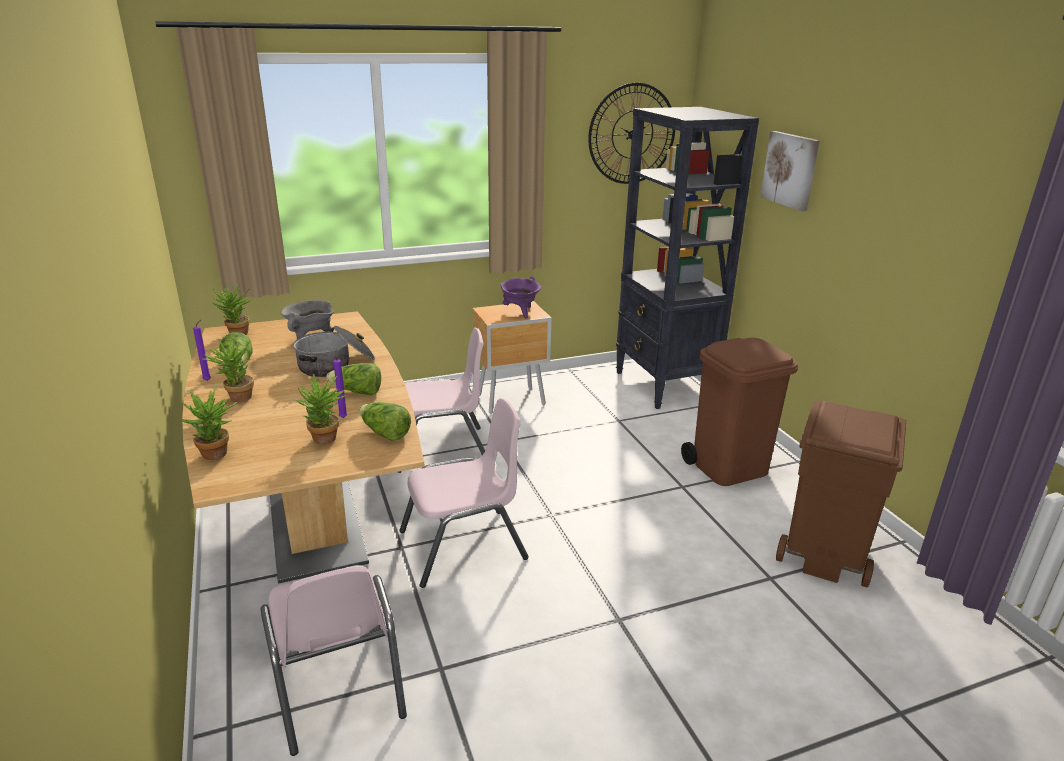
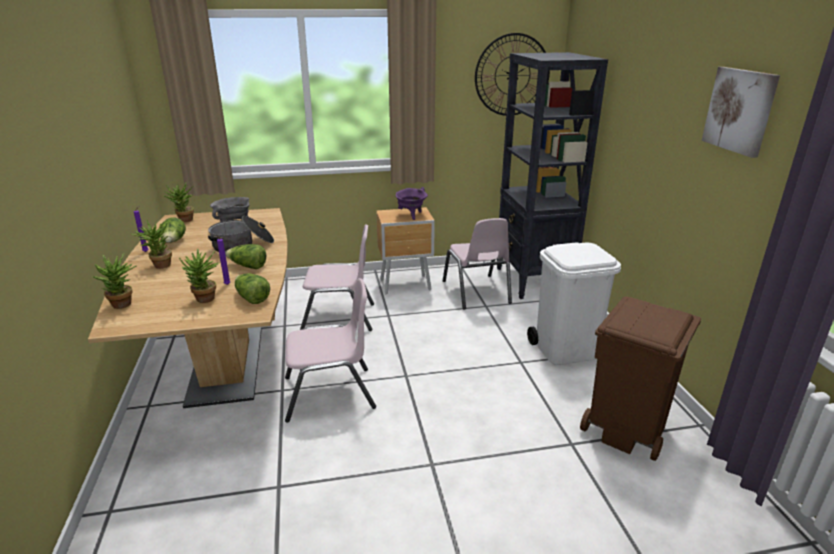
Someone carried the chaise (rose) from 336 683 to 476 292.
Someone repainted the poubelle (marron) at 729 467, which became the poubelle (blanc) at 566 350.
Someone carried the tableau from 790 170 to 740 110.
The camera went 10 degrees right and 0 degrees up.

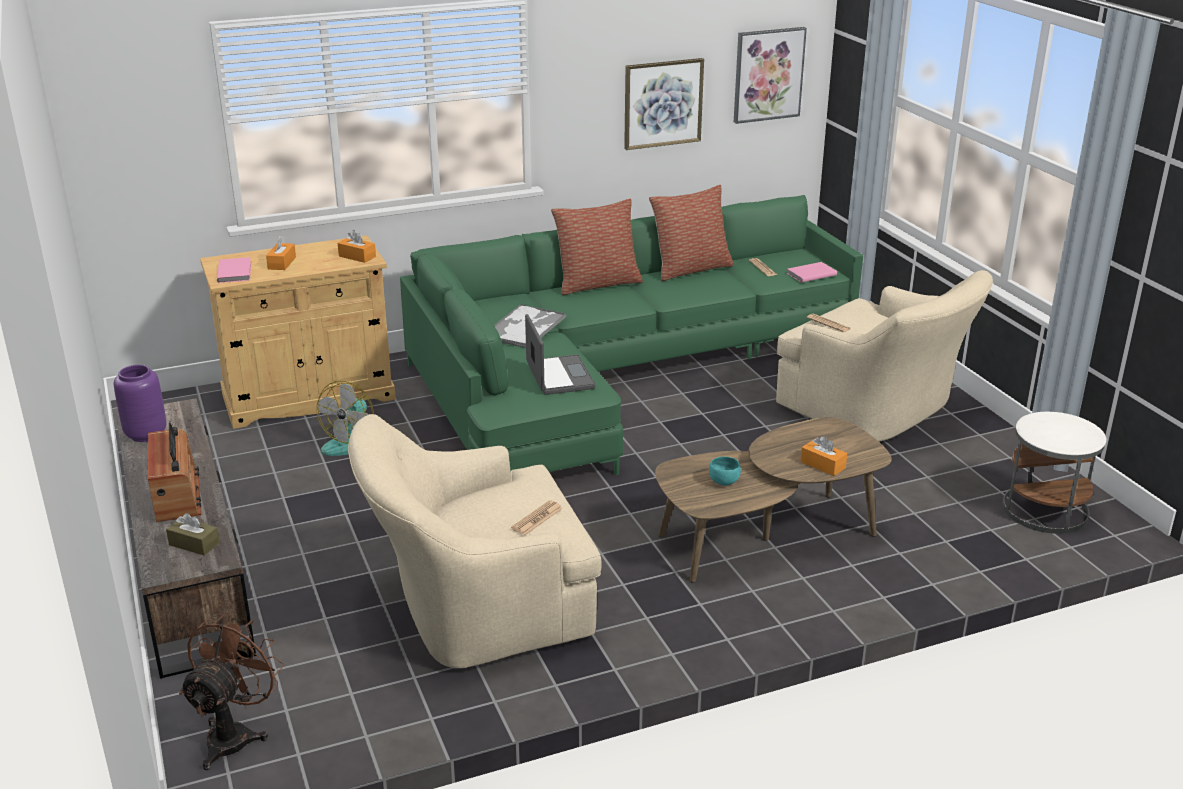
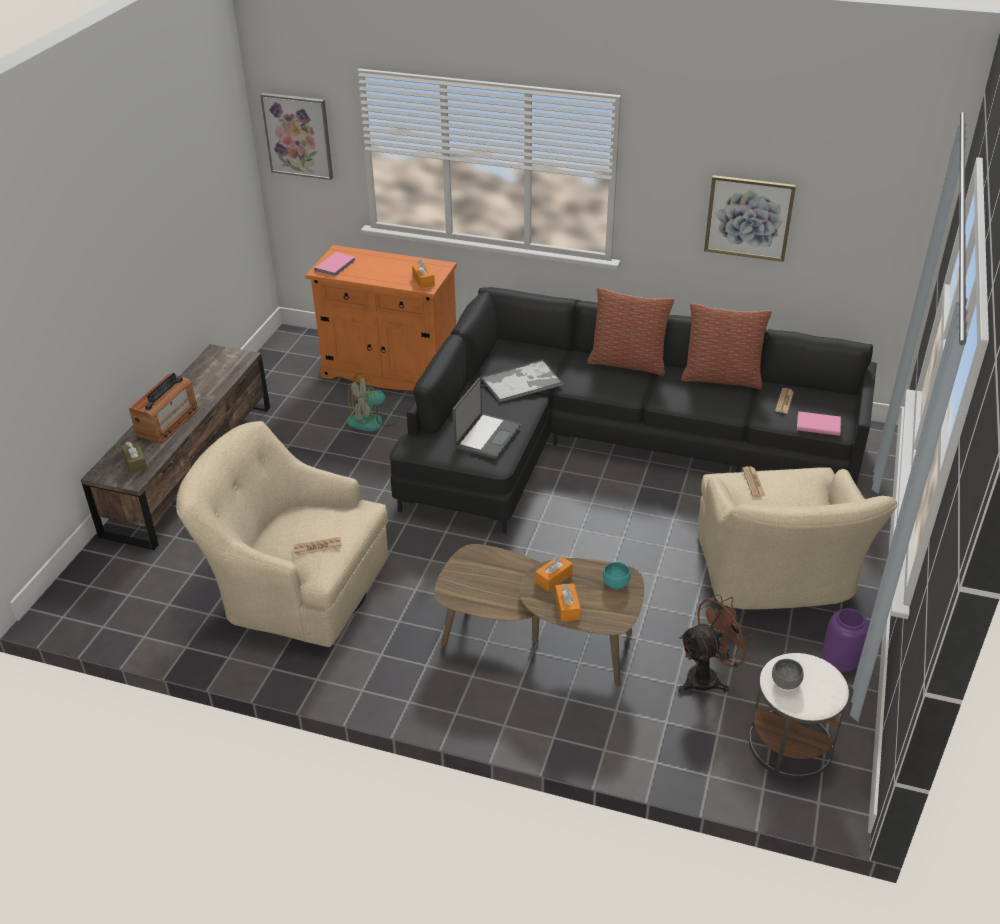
Someone carried the vase (violet) from 145 435 to 839 662.
Someone carried the ventilateur (marron) from 235 734 to 708 677.
Someone repainted the meuble de rangement (beige) at 308 397, which became the meuble de rangement (orange) at 390 371.
Someone carried the boîte à mouchoirs (orange) from 282 263 to 553 578.
Someone repainted the canapé (vert) at 610 375, which became the canapé (noir) at 607 444.
Someone carried the bol (turquoise) from 722 481 to 615 583.
Someone carried the tableau from 768 74 to 298 135.
Someone put down the bol (gris) at 785 684.
The camera went 40 degrees right and 10 degrees up.

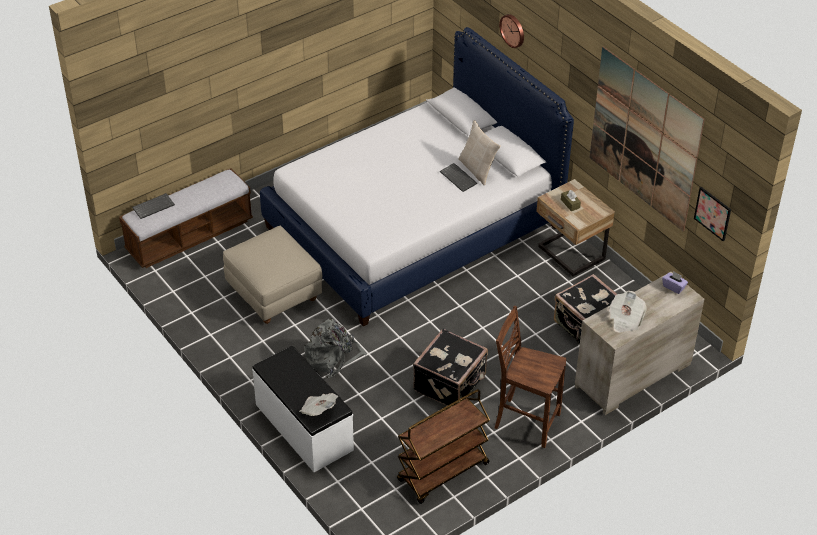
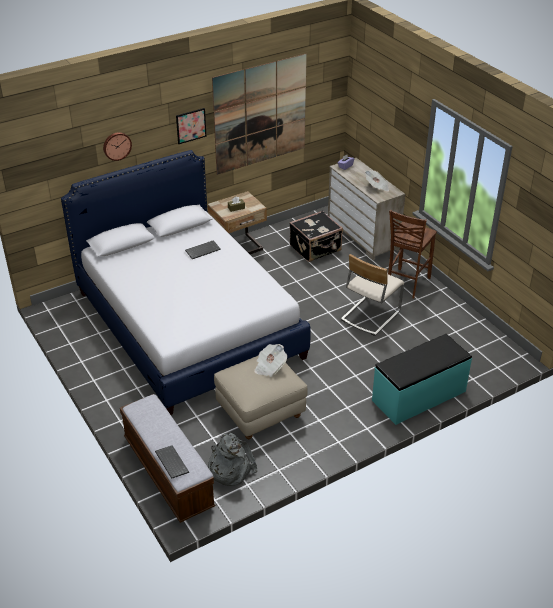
Someone repainted the banc (blanc) at 303 427, which became the banc (turquoise) at 419 396.
Someone carried the journal from 318 410 to 269 367.
Someone carried the sac à dos (gris) from 333 357 to 229 468.
Someone took away the chariot (marron) at 443 473.
Someone swapped the valise (noir) at 451 383 for the chaise (beige) at 370 315.
Someone took away the coussin (beige) at 477 170.
Someone carried the tableau from 712 213 to 191 125.
The camera went 85 degrees left and 5 degrees down.

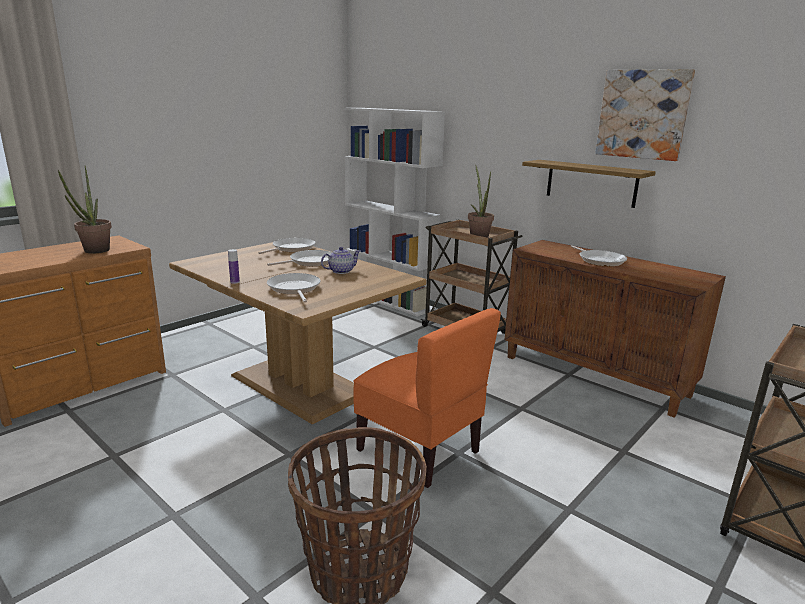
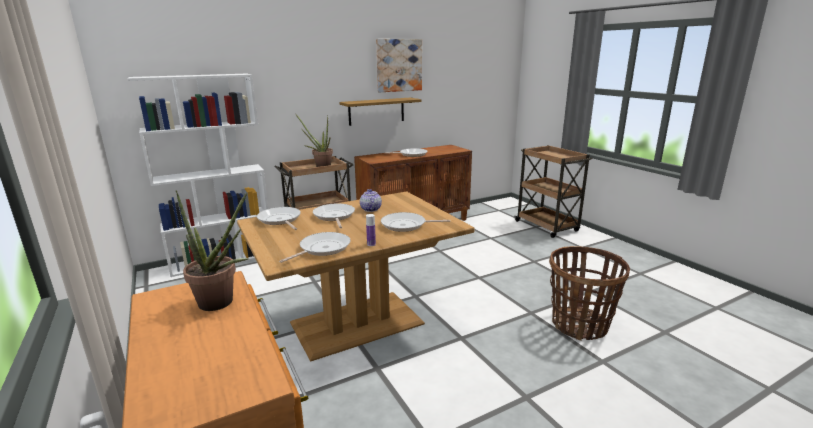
Someone took away the chaise (orange) at 420 450.
Someone put down the poêle at 322 249.
The camera went 70 degrees left and 0 degrees up.

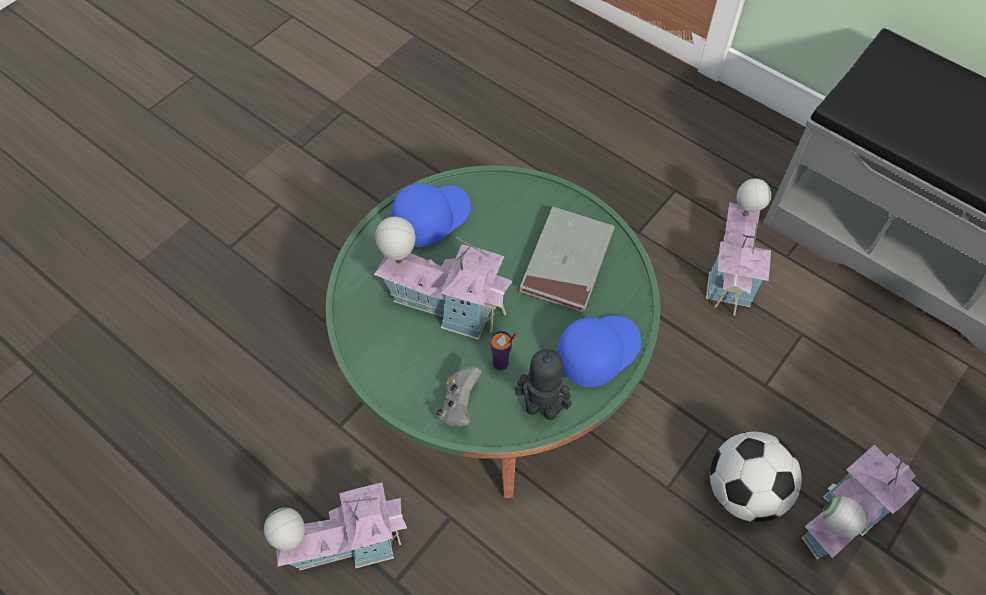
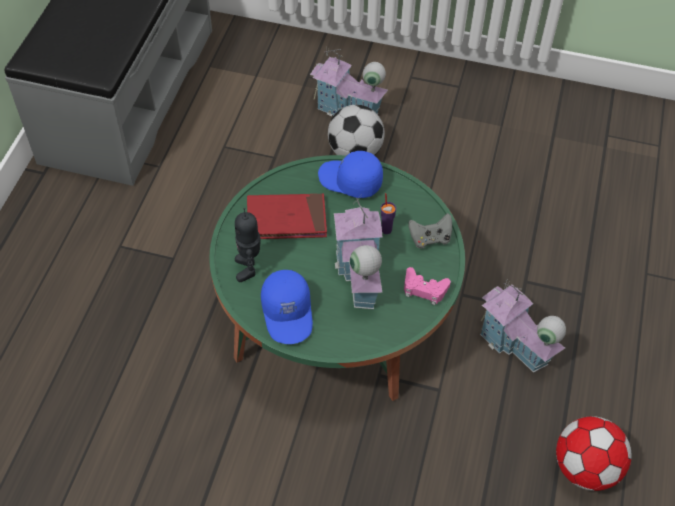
Someone rotated the casquette (bleu) at 431 217 by 120 degrees counterclockwise.
Someone carried the robot jouet from 541 409 to 249 268.
Someone repainted the livre (gris) at 567 262, which became the livre (rouge) at 286 219.
Someone took away the maison miniature at 731 273.
Someone put down the manette (rose) at 424 289.
Someone put down the ballon de foot at 585 468.
The camera went 115 degrees left and 5 degrees down.

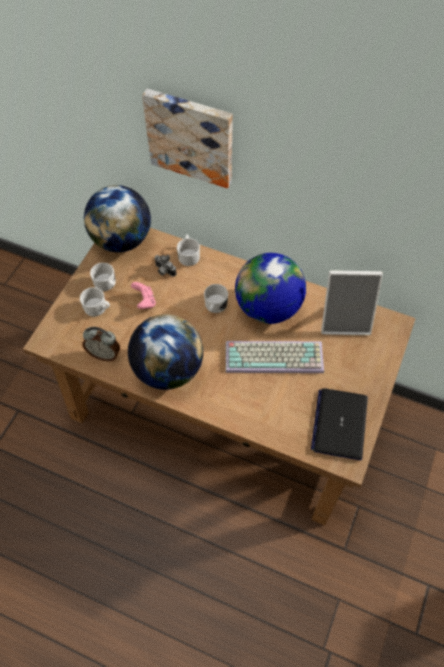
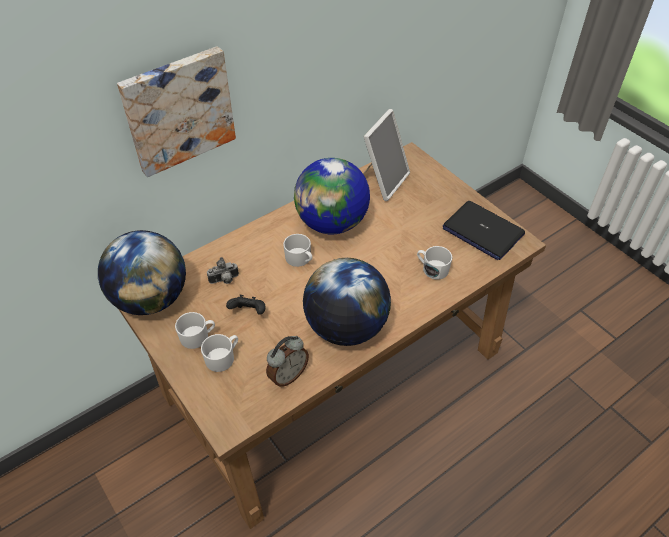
Someone repainted the manette (rose) at 145 301, which became the manette (noir) at 249 312.
Someone carried the mug (blanc) from 188 255 to 432 268.
Someone took away the clavier at 275 356.
The camera went 60 degrees left and 10 degrees down.

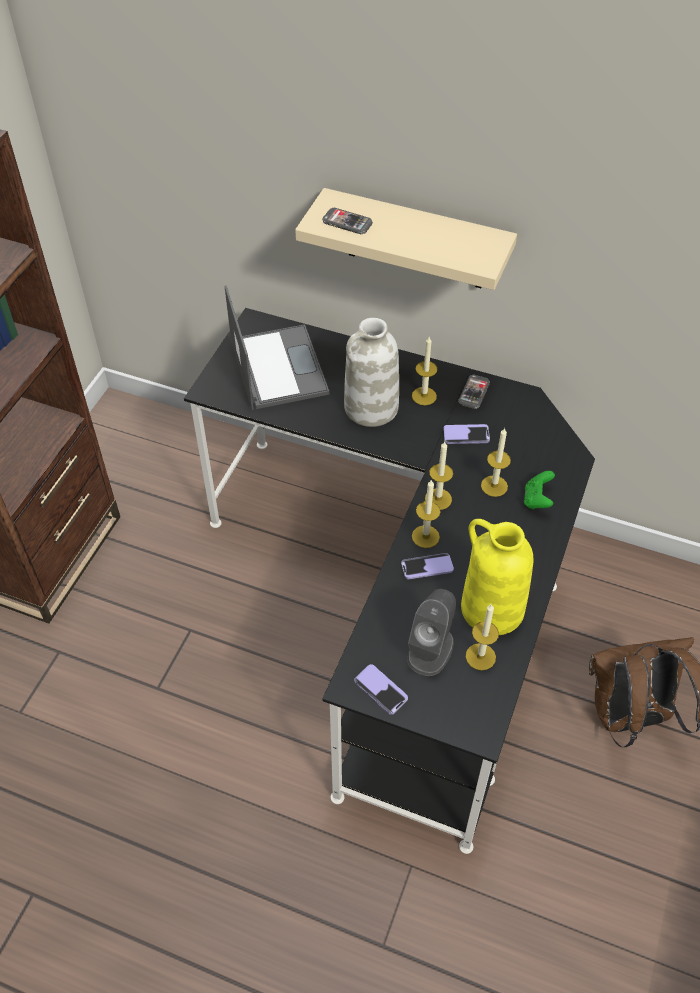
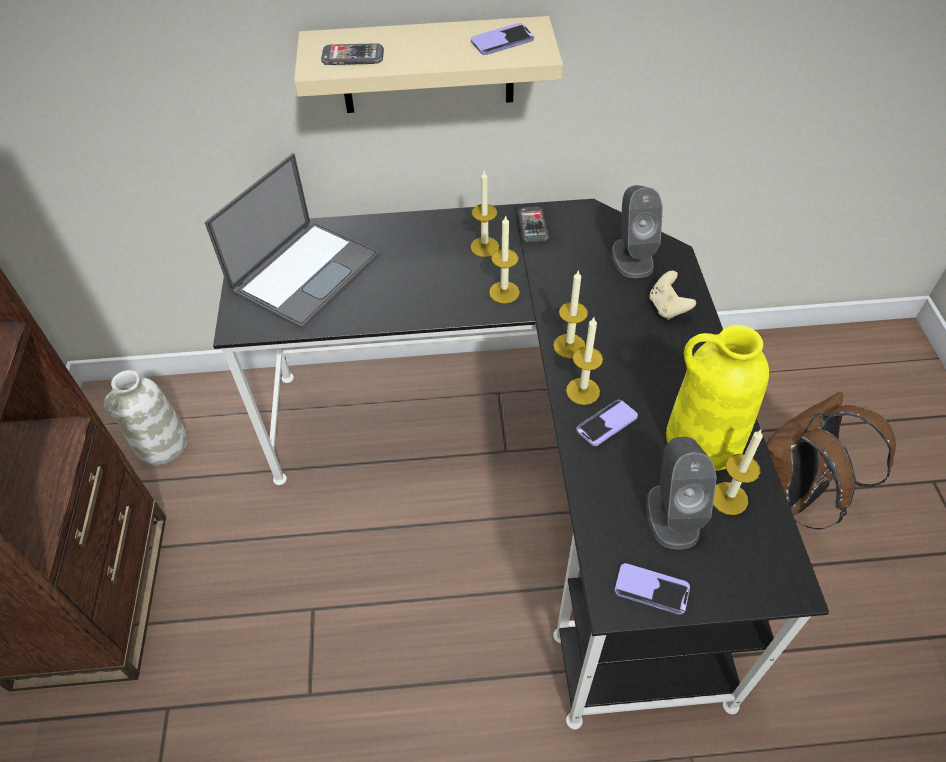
Someone rotated the ordinateur portable at 278 366 by 75 degrees clockwise.
Someone carried the vase (blanc) from 371 408 to 162 445.
Someone carried the téléphone from 466 435 to 502 41.
Someone carried the bougie from 494 486 to 504 292.
Someone repainted the manette (vert) at 537 500, which became the manette (beige) at 667 307.
Someone put down the enceinte (gris) at 632 257.
The camera went 25 degrees left and 0 degrees up.

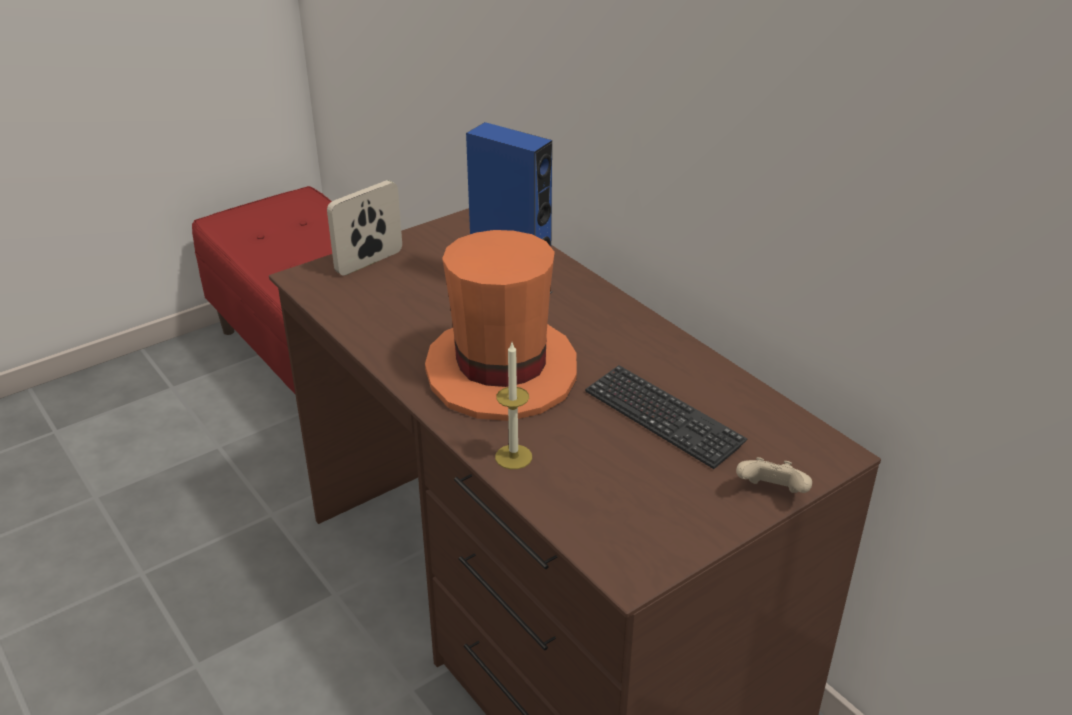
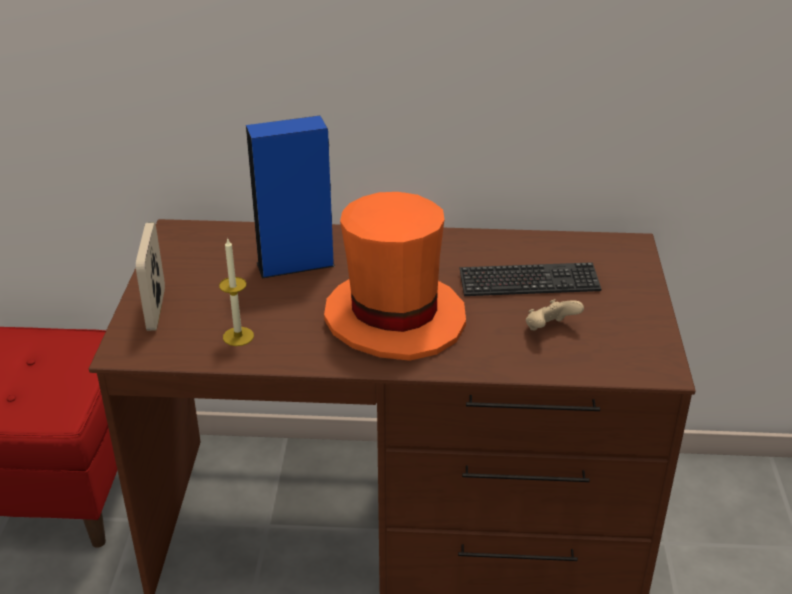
Someone carried the bougie from 513 457 to 238 336.
Someone carried the manette (beige) from 771 493 to 549 329.
The camera went 50 degrees left and 0 degrees up.

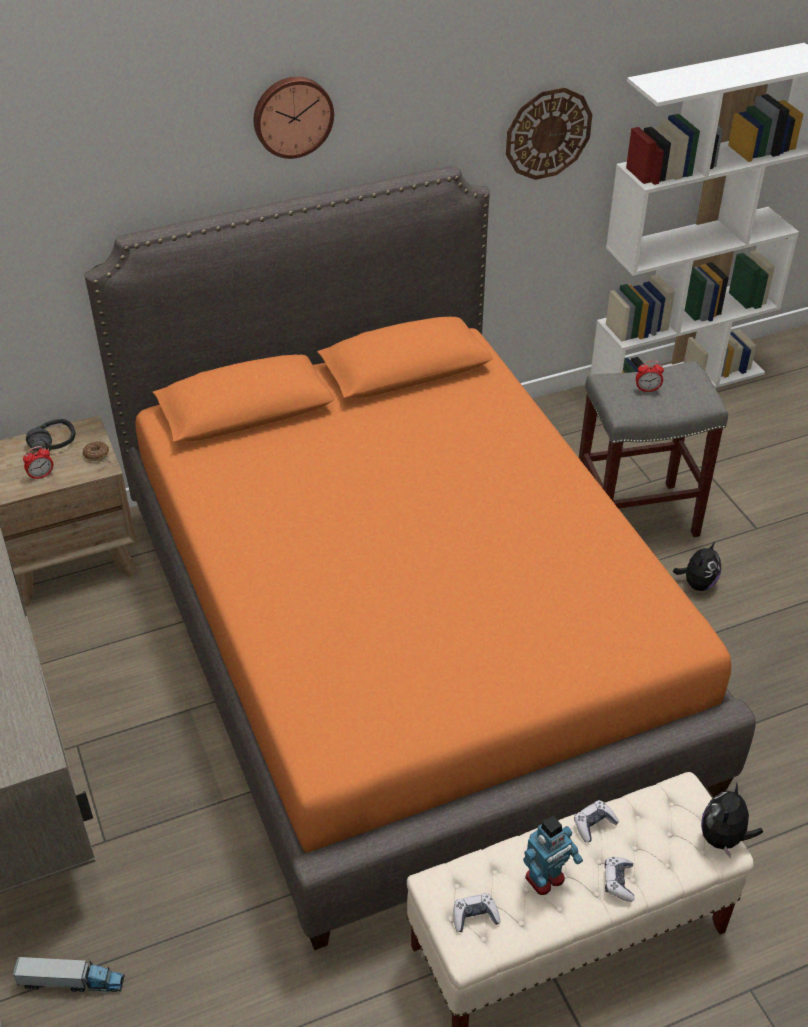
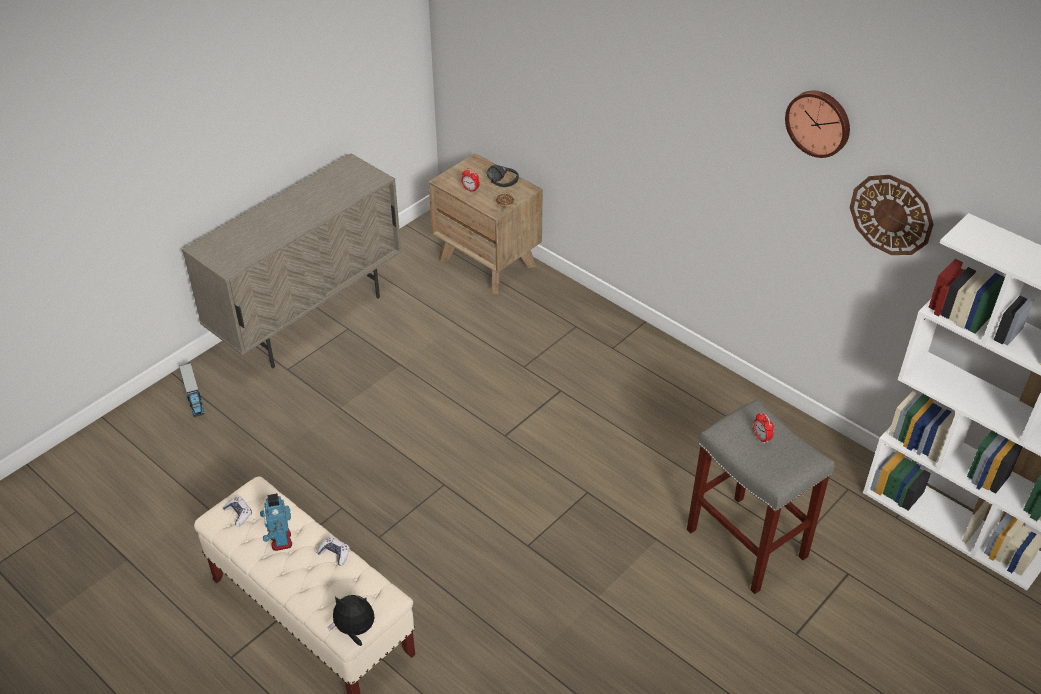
Someone took away the lit (orange) at 404 639.
Someone carried the horloge murale from 292 116 to 819 122.
Someone rotated the robot jouet at 545 879 by 45 degrees clockwise.
Someone took away the manette at 618 882.
Someone took away the peluche at 697 583.
The camera went 65 degrees right and 0 degrees up.

